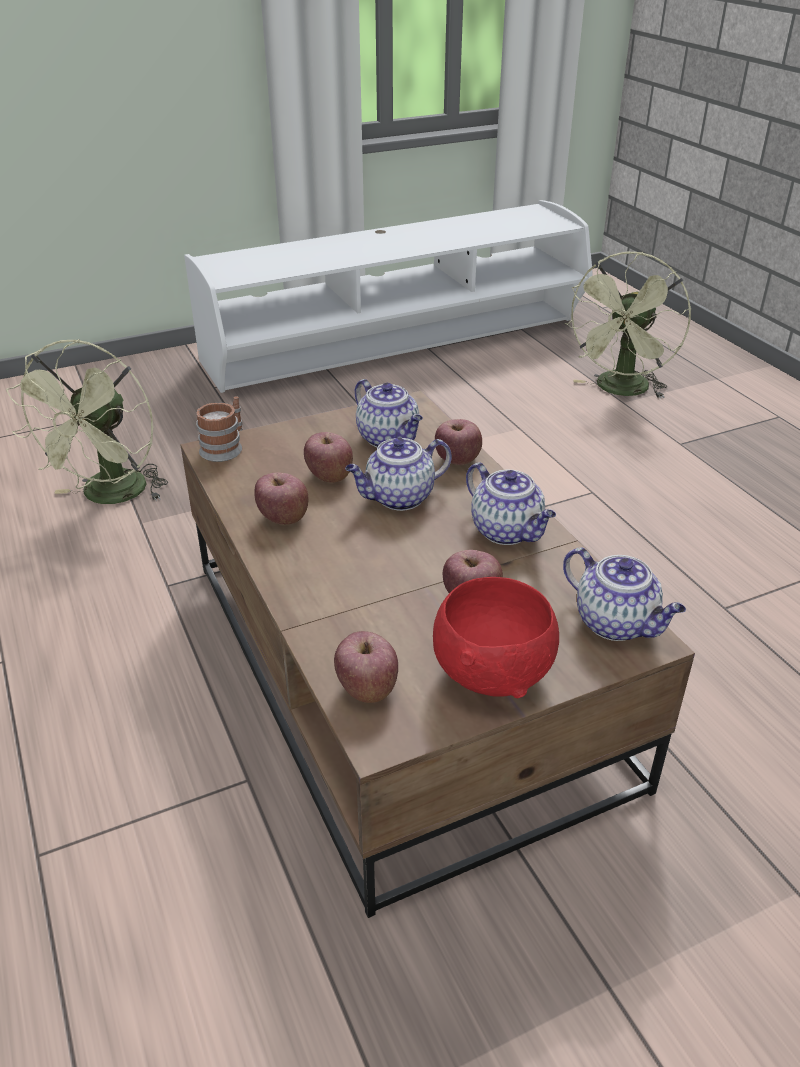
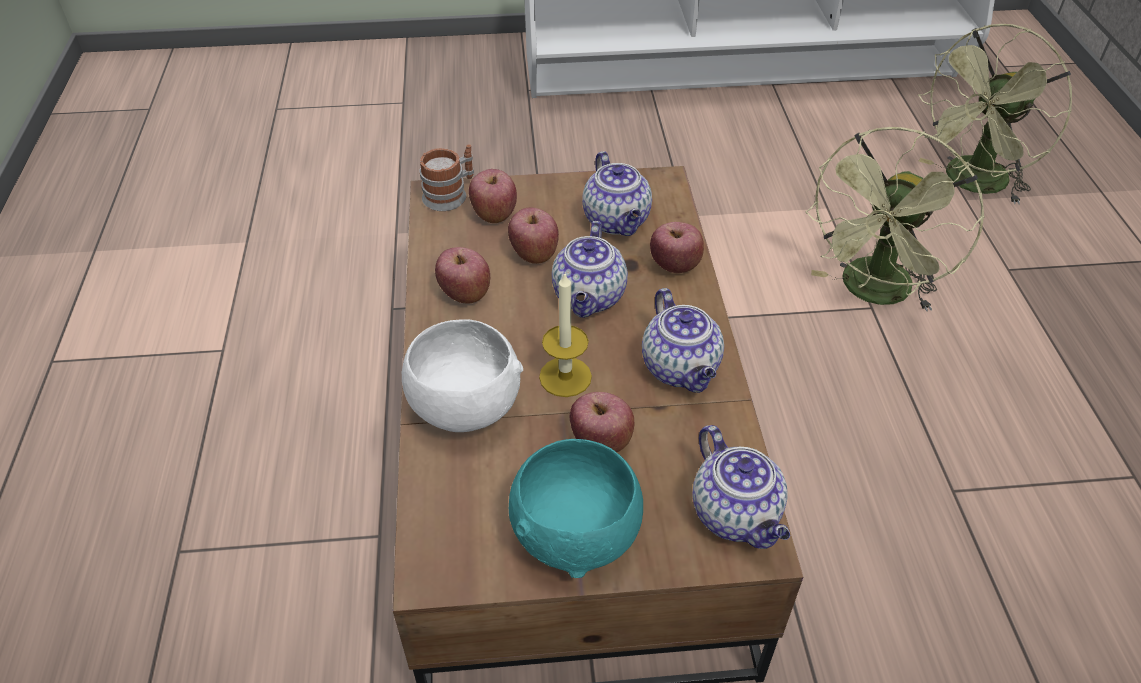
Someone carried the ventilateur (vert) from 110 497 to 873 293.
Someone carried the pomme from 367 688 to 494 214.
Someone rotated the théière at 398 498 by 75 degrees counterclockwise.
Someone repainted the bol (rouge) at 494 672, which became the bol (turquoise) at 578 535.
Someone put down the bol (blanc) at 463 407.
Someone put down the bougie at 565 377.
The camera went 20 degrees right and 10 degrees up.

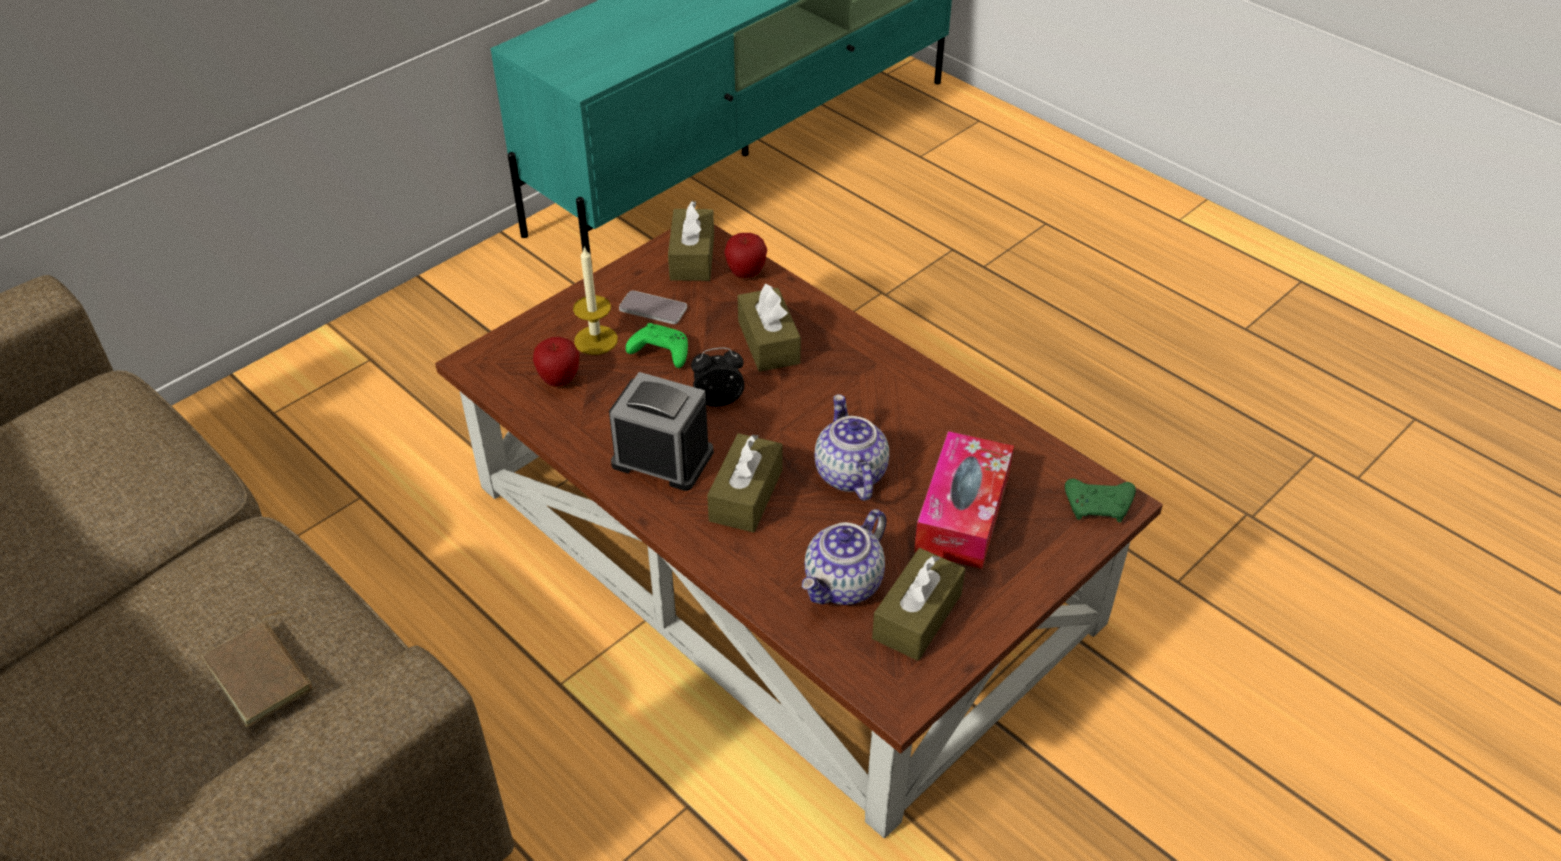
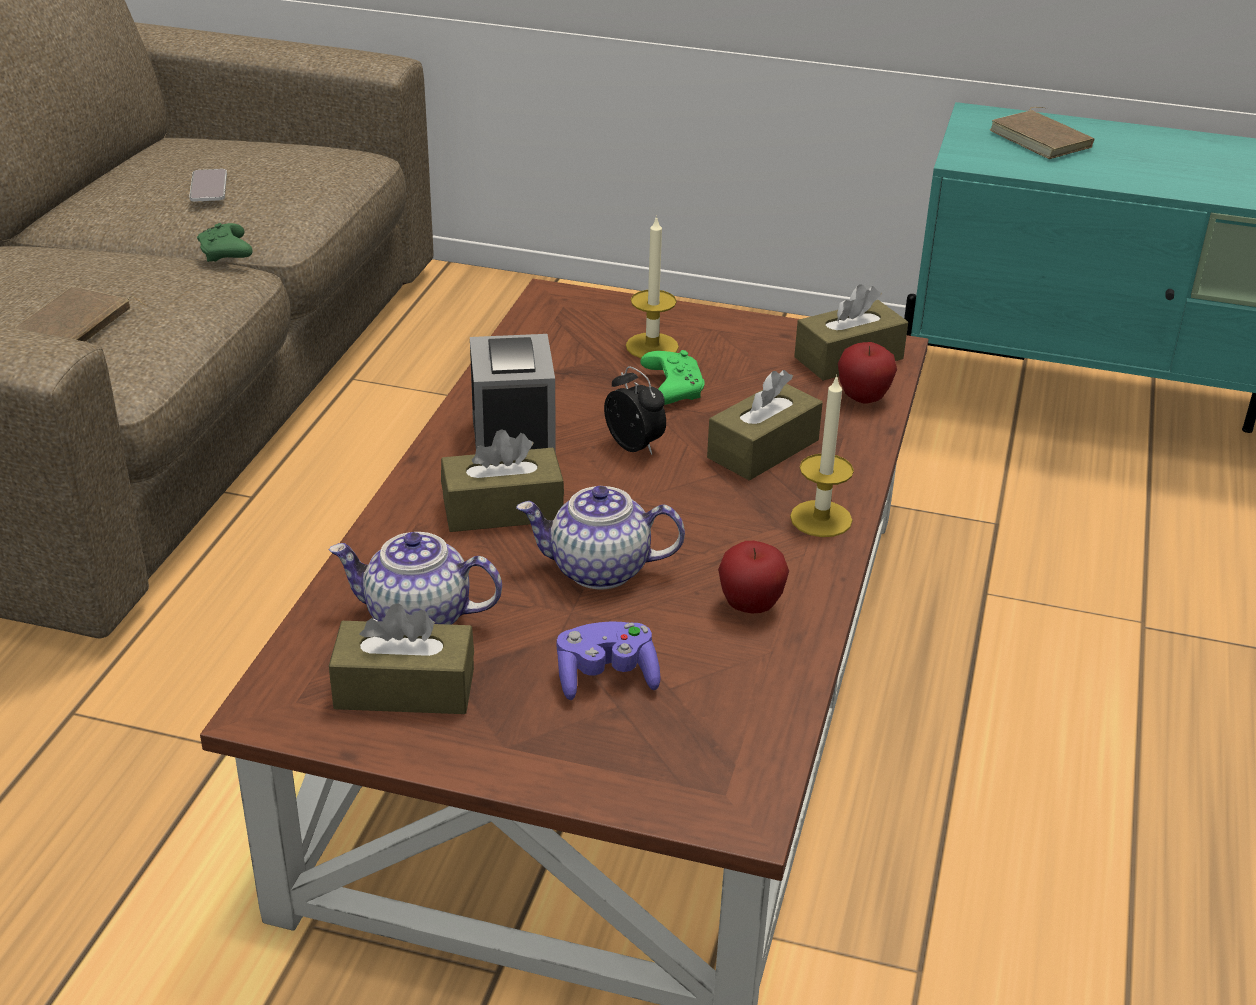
Someone carried the pomme from 559 380 to 750 606.
Someone carried the téléphone from 653 308 to 208 187.
Someone rotated the théière at 849 473 by 135 degrees counterclockwise.
Someone swapped the boîte à mouchoirs at 962 513 for the manette (violet) at 606 677.
Someone carried the manette (vert) from 1099 507 to 226 254.
Someone put down the bougie at 821 519.
Someone put down the livre (marron) at 1043 139.
The camera went 60 degrees right and 10 degrees down.

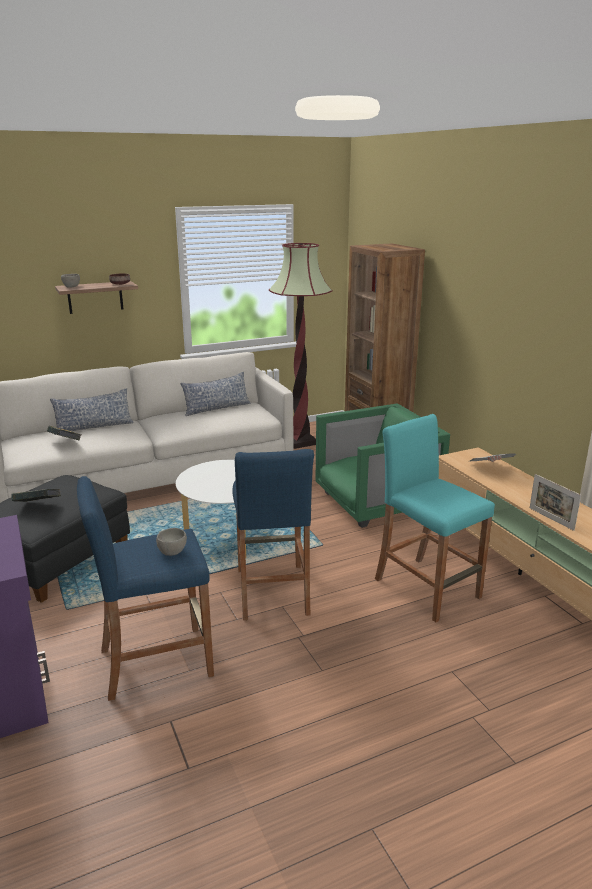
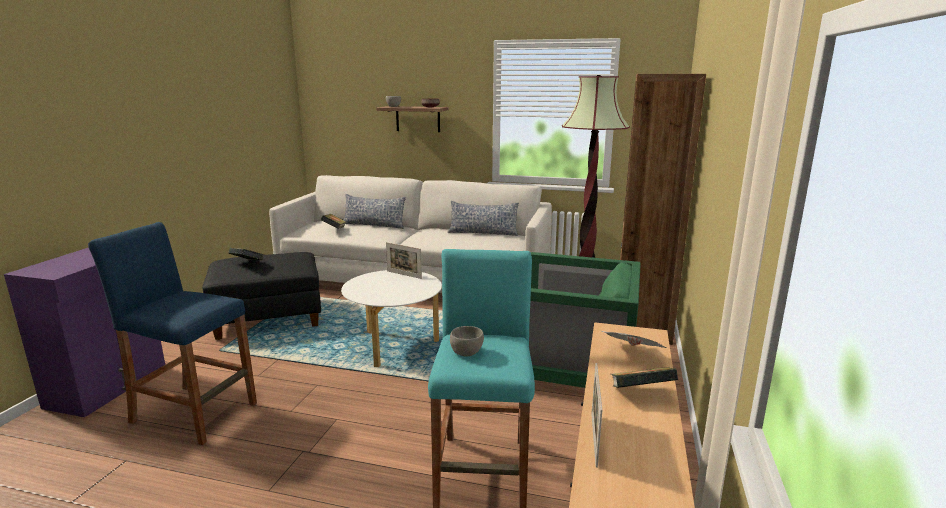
Someone carried the bol (gris) from 171 551 to 466 352.
Someone took away the tabouret (bleu) at 272 591.
Someone put down the cadre photo at 404 275.
Someone put down the livre at 640 394.
The camera went 40 degrees right and 5 degrees down.

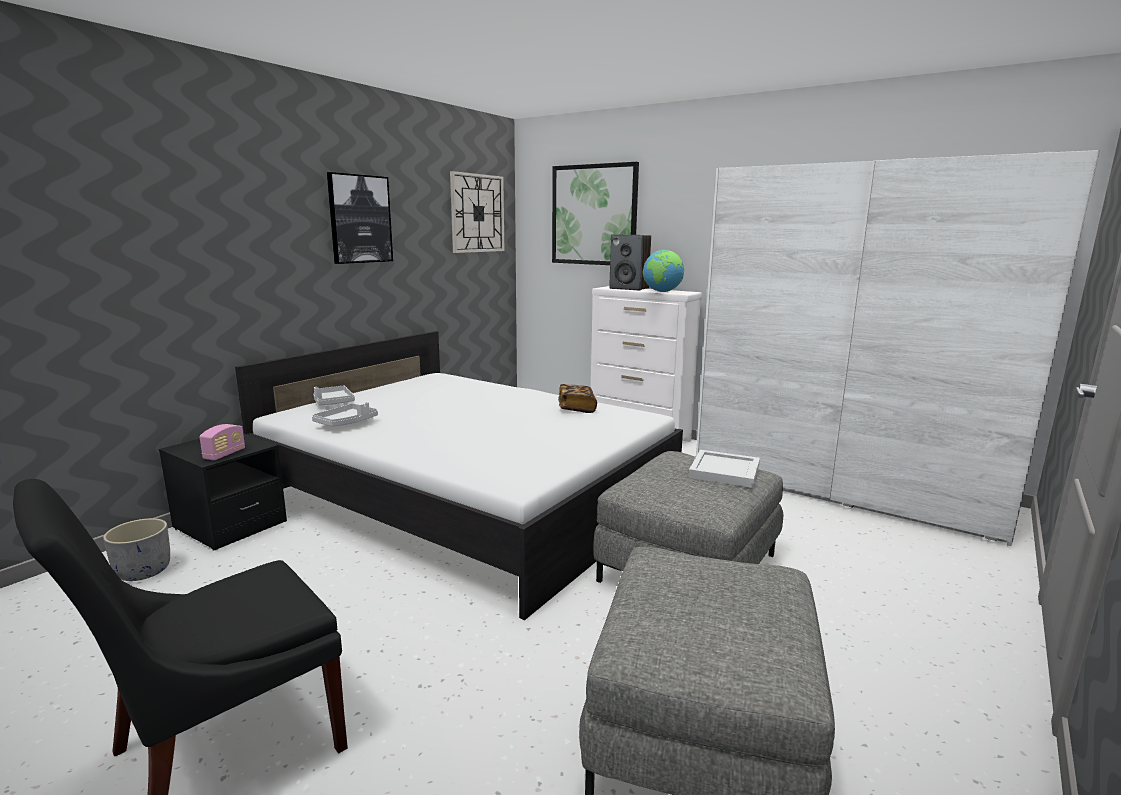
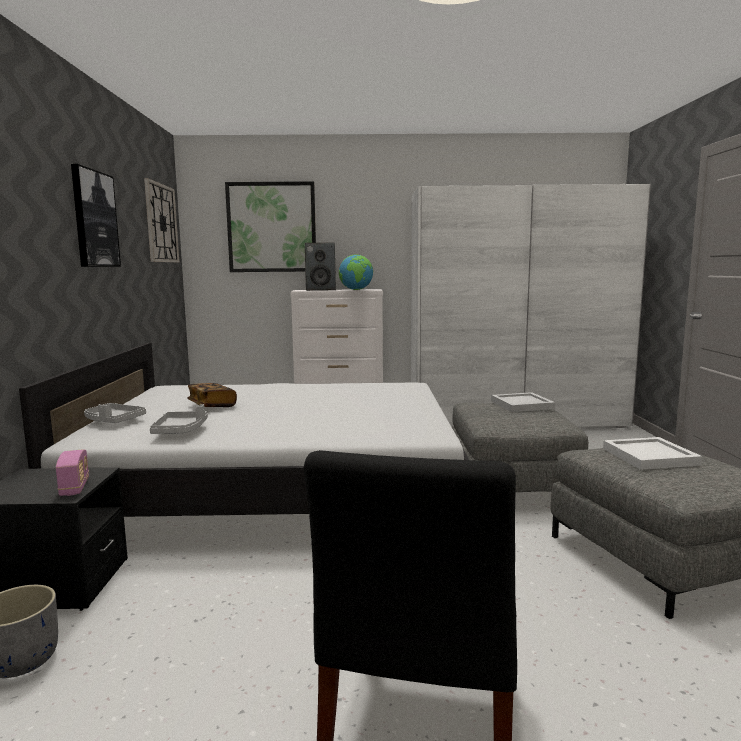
Someone carried the livre from 576 408 to 212 405.
Someone put down the plateau (blanc) at 649 457.
The camera went 35 degrees left and 5 degrees down.

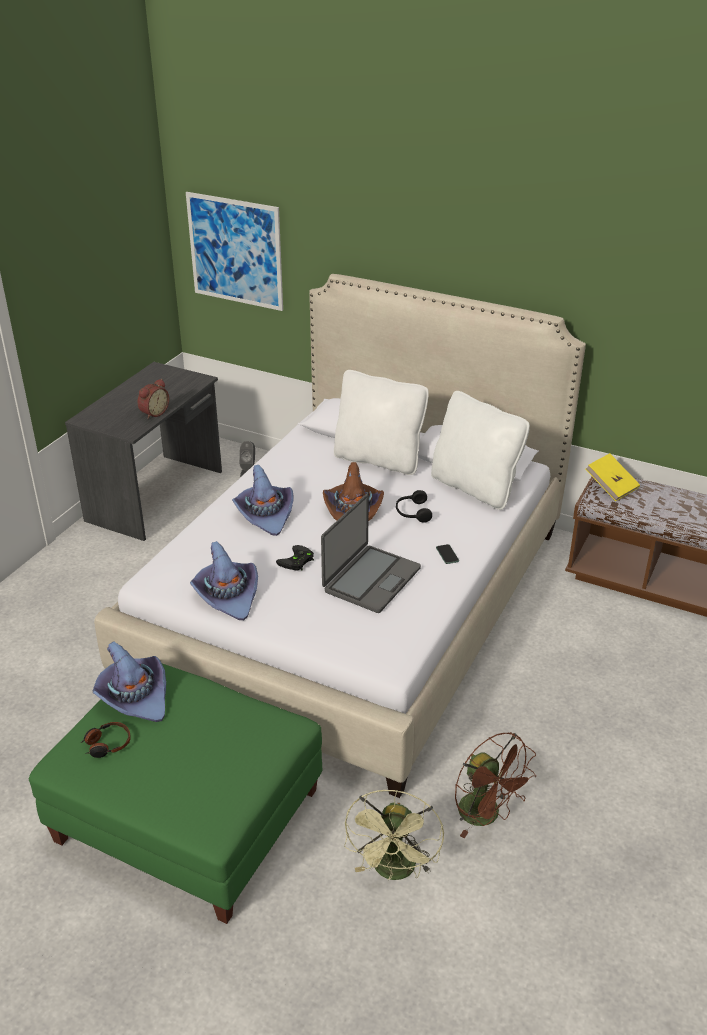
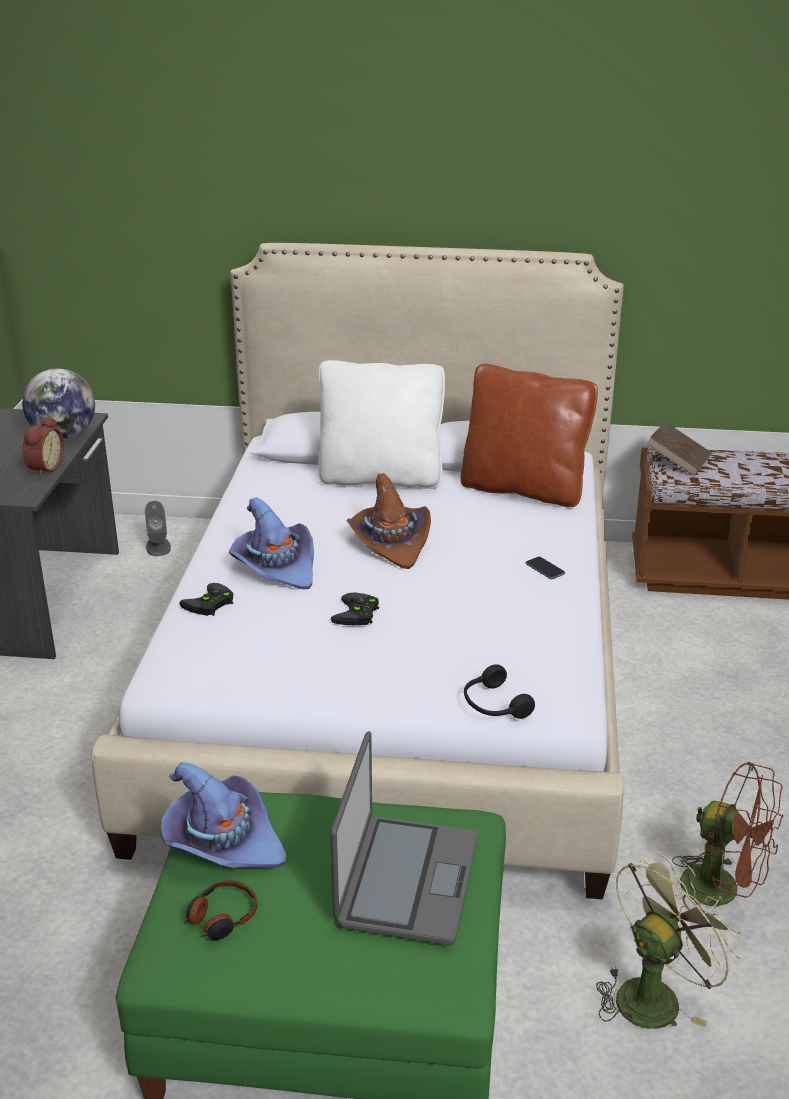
Someone took away the tableau at 235 251.
Someone took away the chapeau (violet) at 227 595.
Someone carried the ordinateur portable from 371 579 to 406 880.
Someone rotated the ventilateur (vert) at 395 871 by 120 degrees counterclockwise.
Someone carried the casque audio (noir) from 412 512 to 493 705.
Someone repainted the coussin (blanc) at 475 488, which became the coussin (marron) at 523 489.
Someone repainted the livre (jaune) at 611 487, which became the livre (marron) at 677 462.
Someone put down the globe at 63 436.
Someone put down the manette (noir) at 209 604.
The camera went 20 degrees left and 5 degrees down.

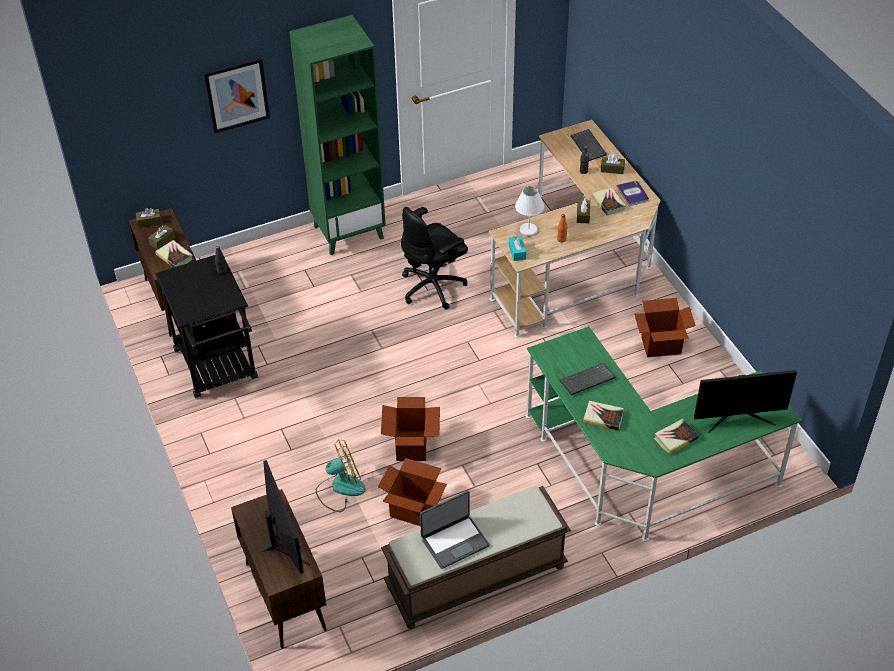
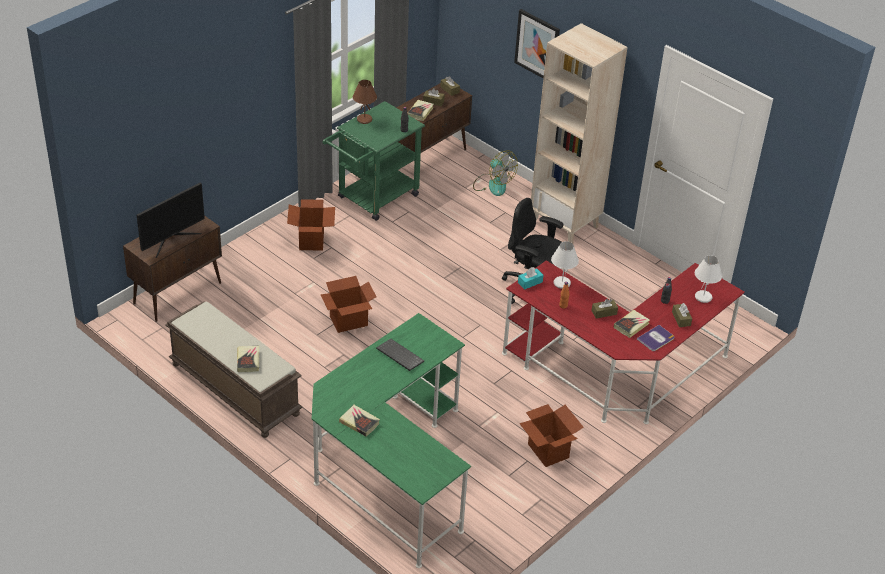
Someone repainted the chariot (noir) at 218 369, which became the chariot (vert) at 373 199.
Someone repainted the bibliothèque (vert) at 349 231, which became the bibliothèque (beige) at 565 224.
Someone carried the ventilateur from 340 488 to 493 184.
Someone carried the carton from 413 510 to 311 240.
Someone took away the ordinateur portable at 454 541.
Someone repainted the bureau (beige) at 578 265, which became the bureau (rouge) at 617 373.
Someone swapped the clavier at 589 146 for the lampe de table (blanc) at 703 297.
Someone carried the livre from 603 418 to 248 360.
Someone took away the écran d'ordinateur at 738 417.
Someone put down the lampe de table (marron) at 364 120.
The camera went 65 degrees right and 5 degrees down.

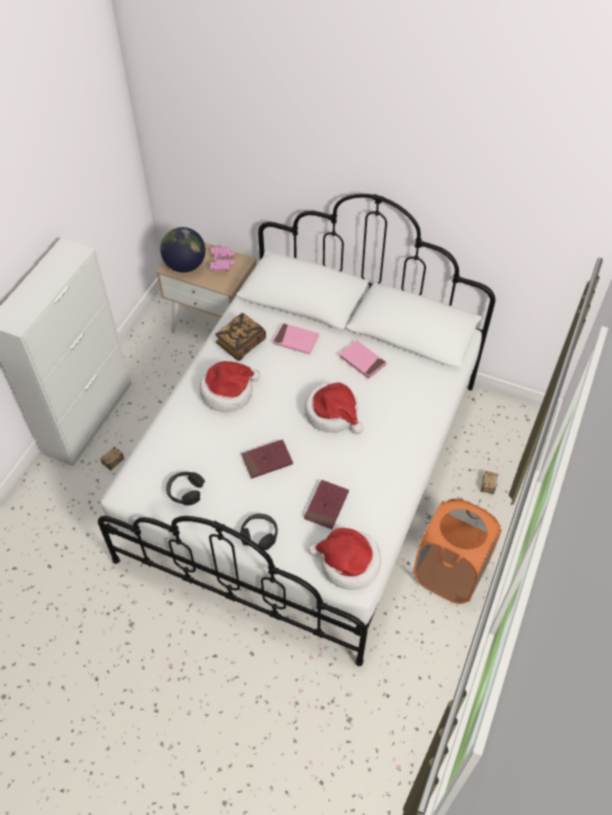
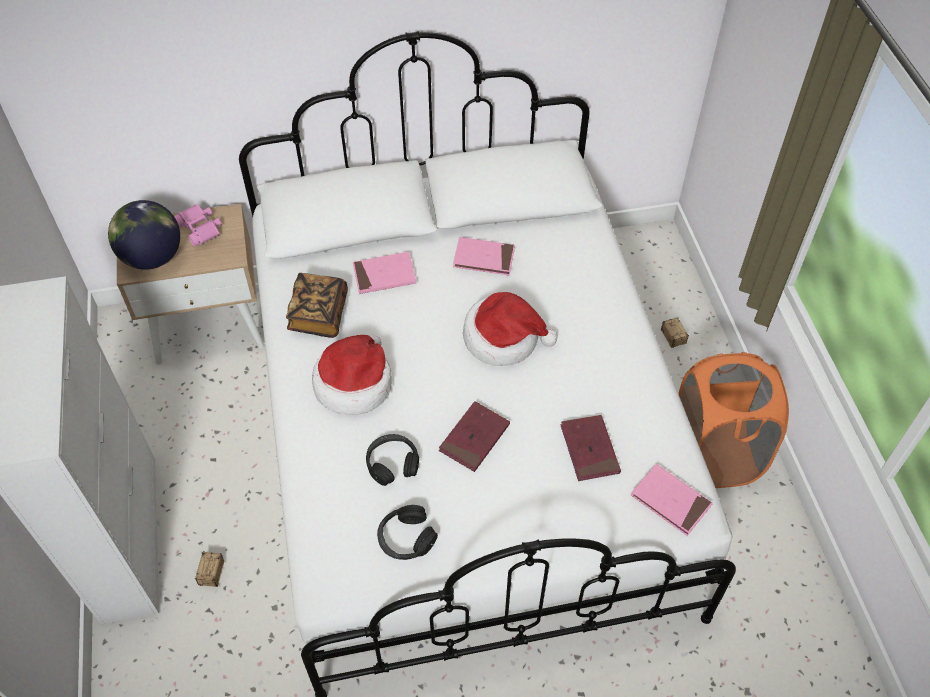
Someone carried the casque audio (noir) from 259 534 to 392 463.
Someone swapped the chapeau at 347 563 for the livre (rose) at 670 501.
The camera went 35 degrees left and 0 degrees up.

